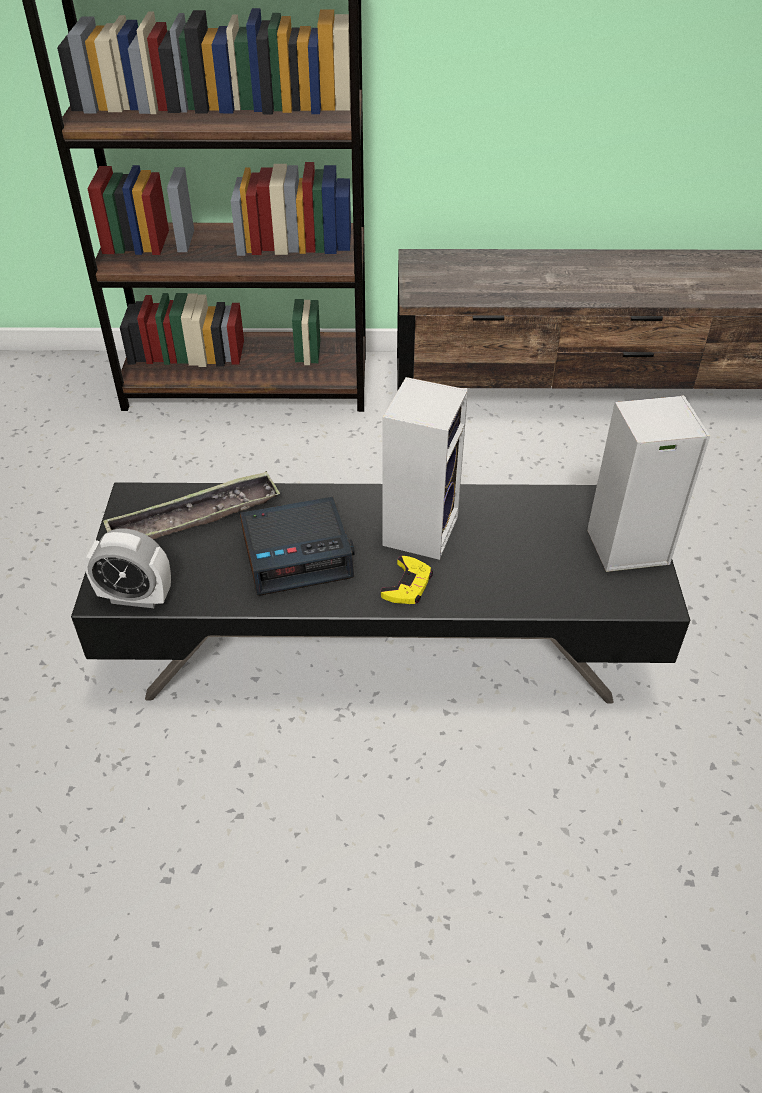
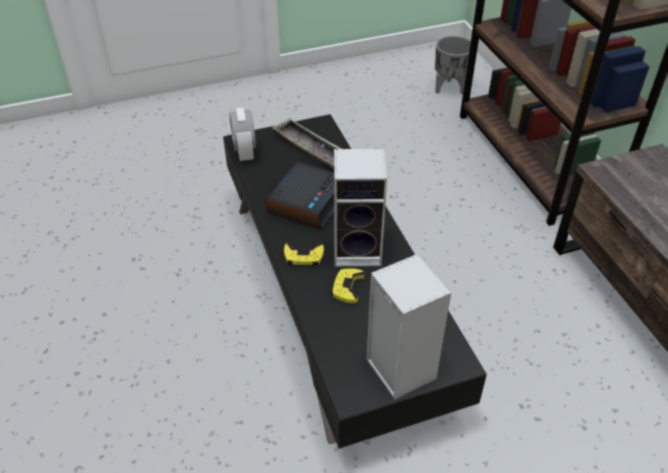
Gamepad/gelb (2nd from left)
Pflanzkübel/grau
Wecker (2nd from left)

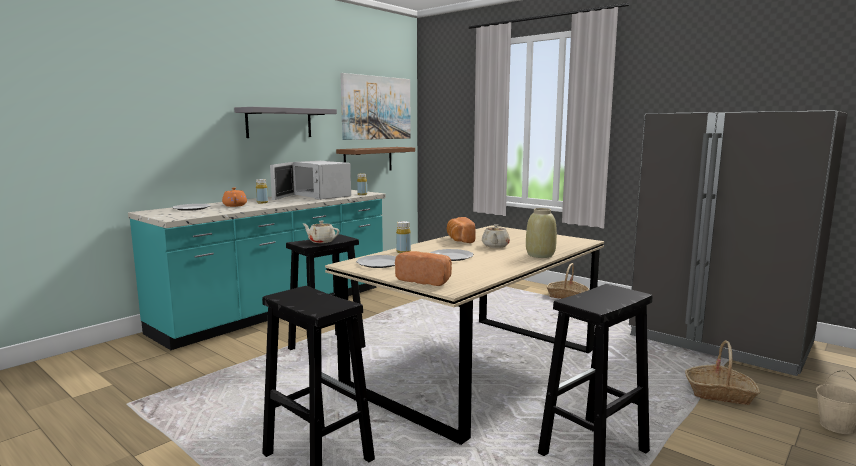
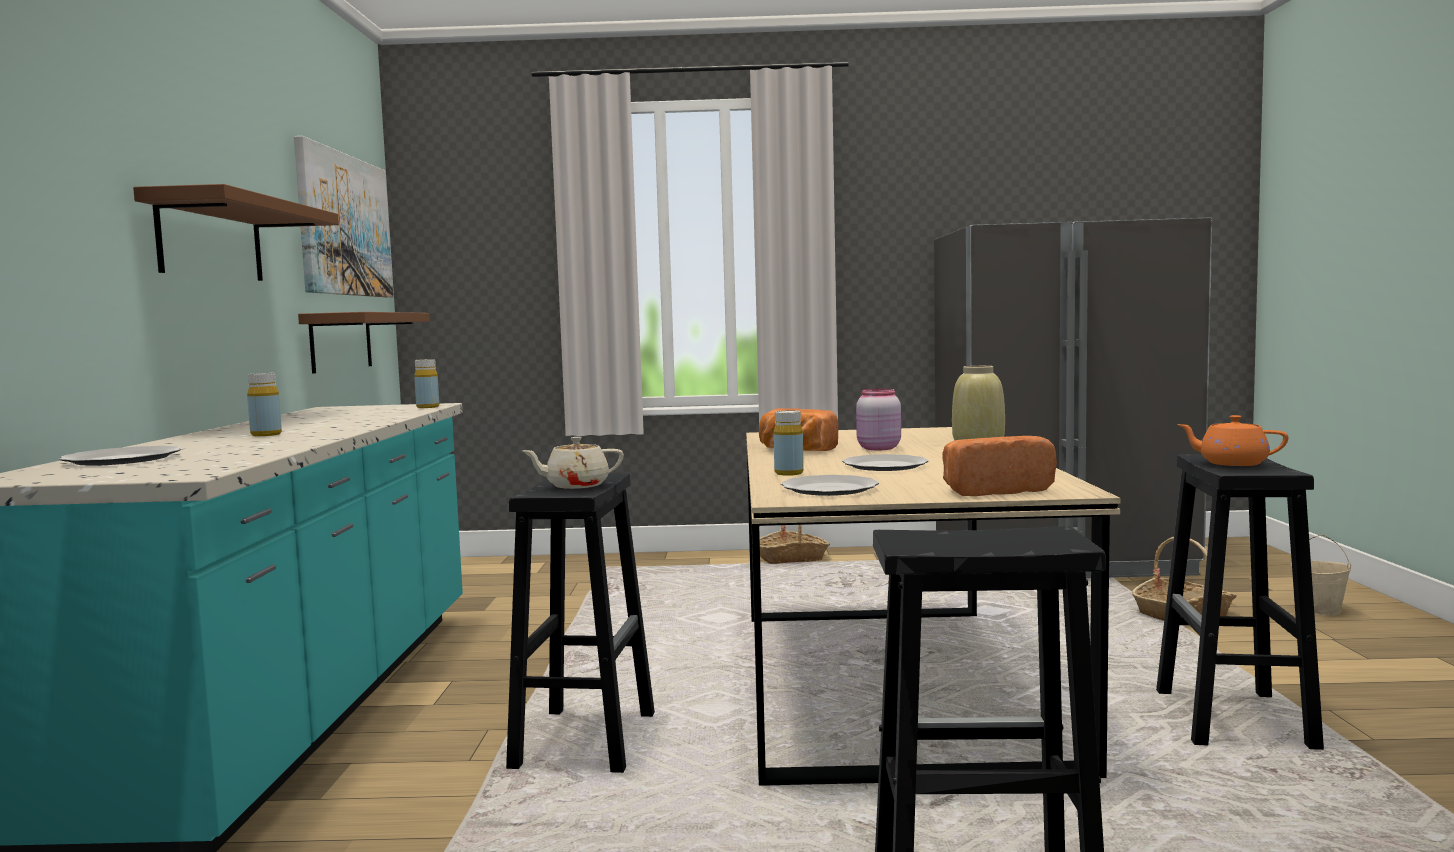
Mikrowelle/weiß
Teekanne/orange
Vorratsglas/rosa
Wandregal/braun (1st from left)

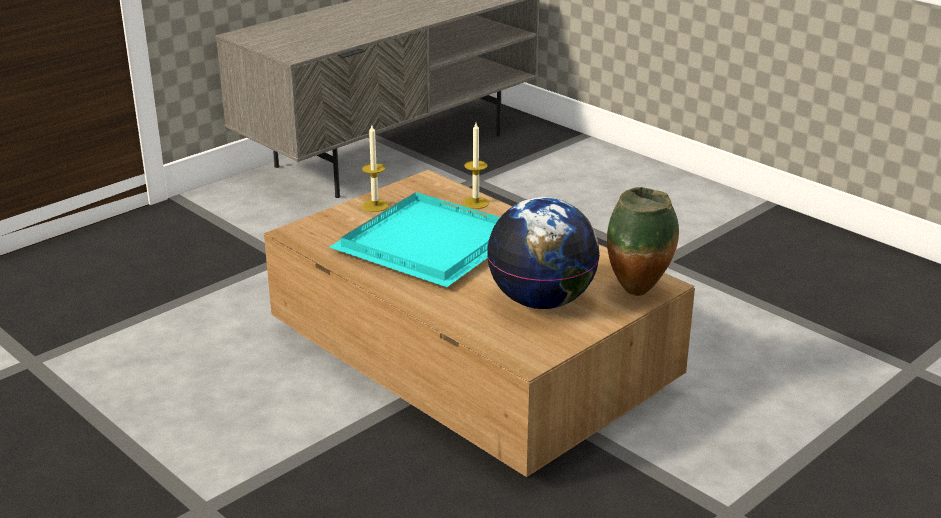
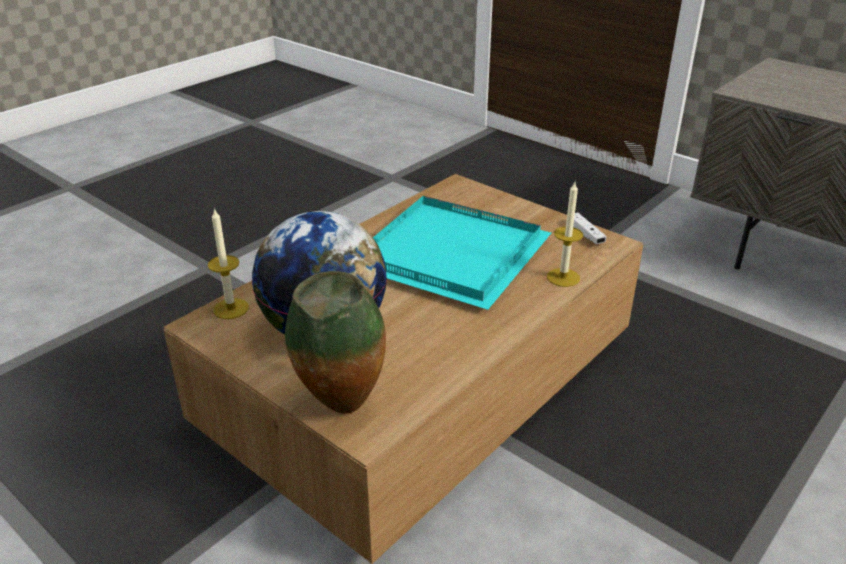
Gamepad/weiß
Kerze (1st from left)

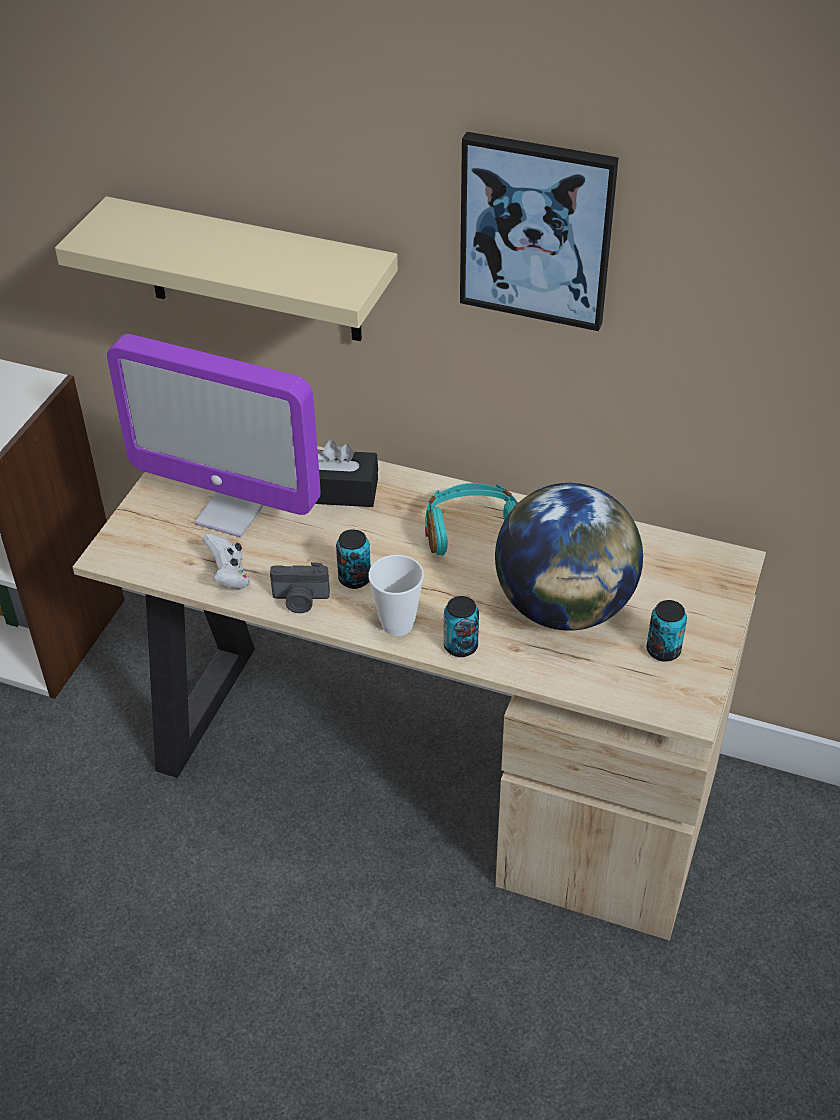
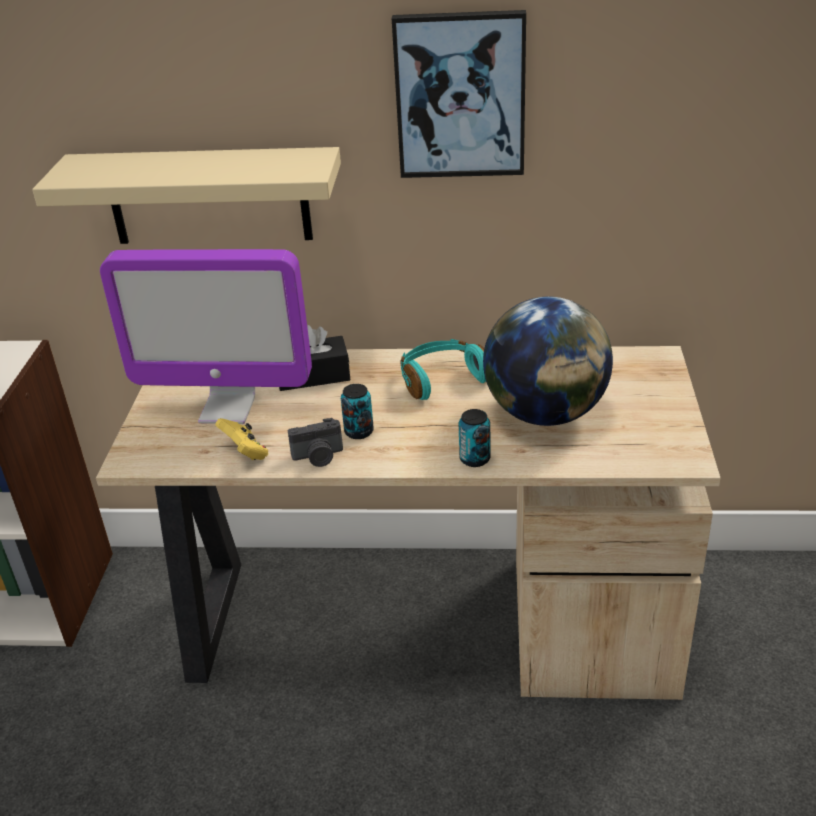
Tasse
Dose (3rd from left in the first image)
Gamepad/gelb

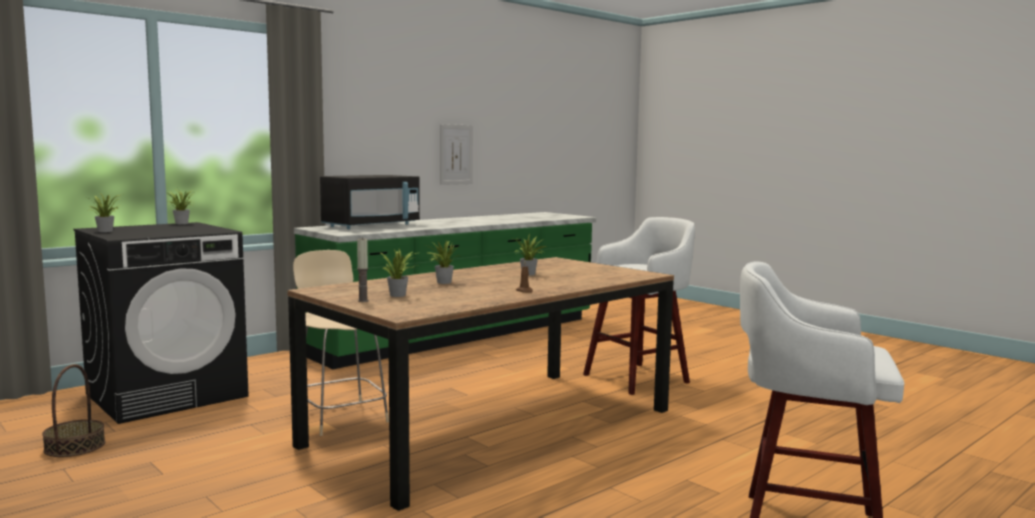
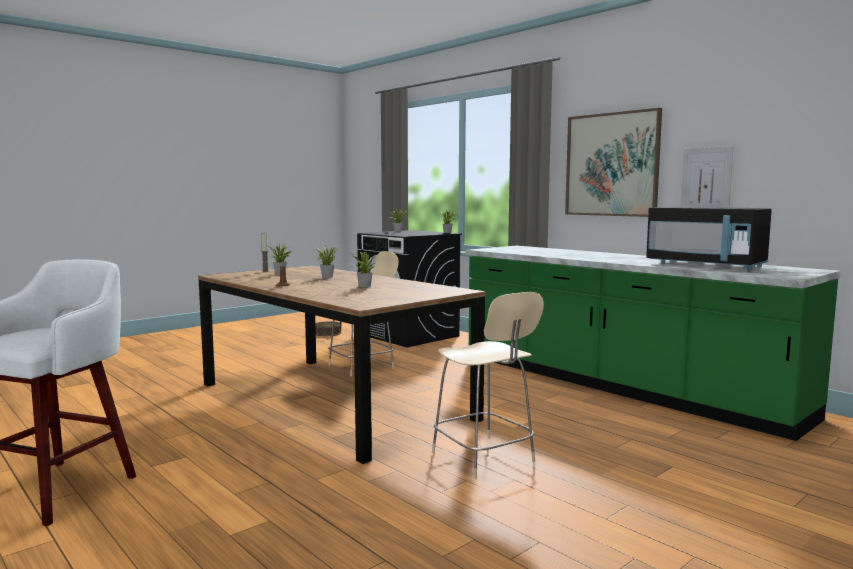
Bild (1st from left)
Mikrowelle/schwarz
Stuhl/beige (2nd from left)

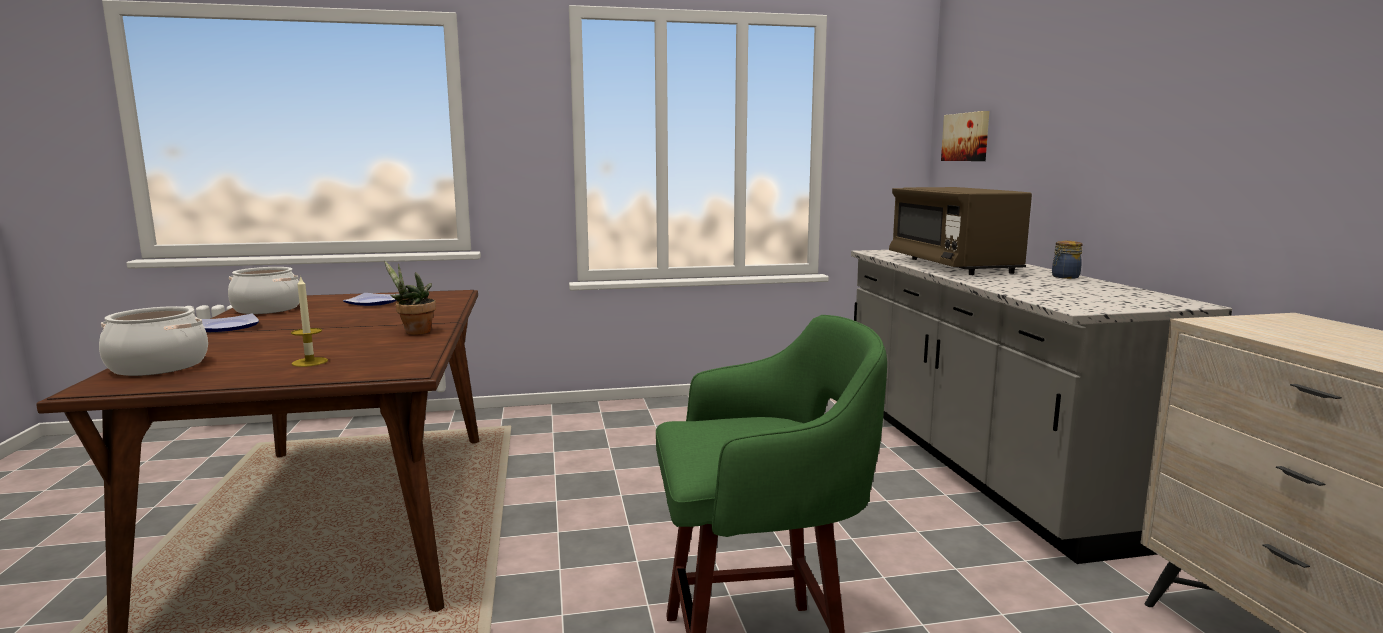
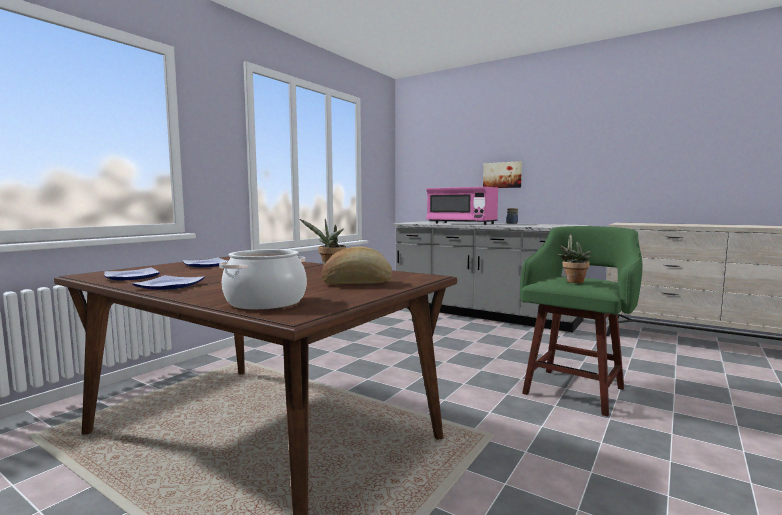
Topfpflanze (2nd from left)
Bild
Teller (1st from left)
Brot
Mikrowelle/rosa

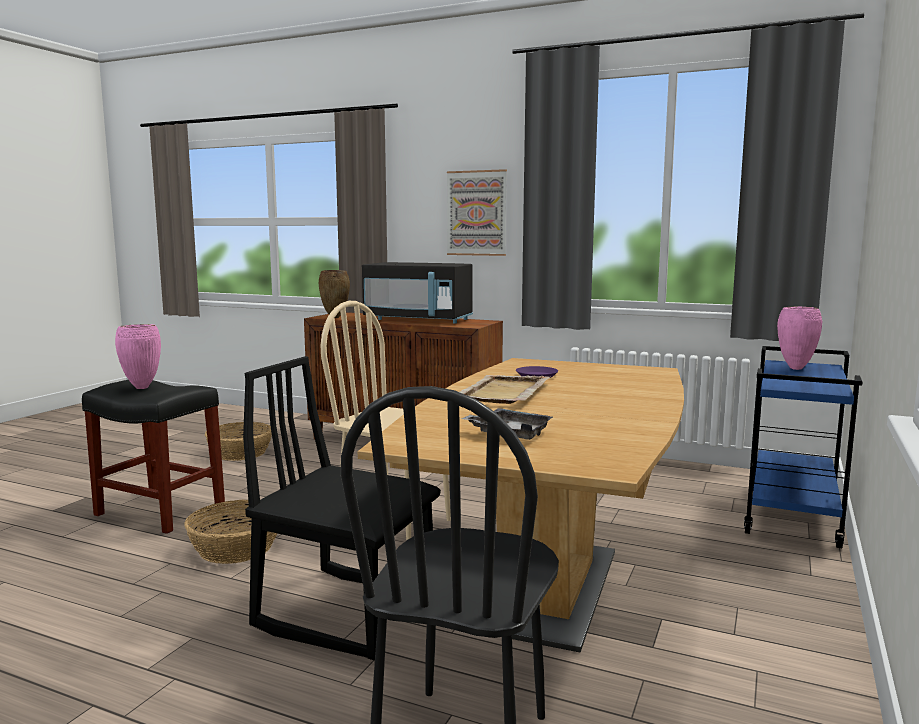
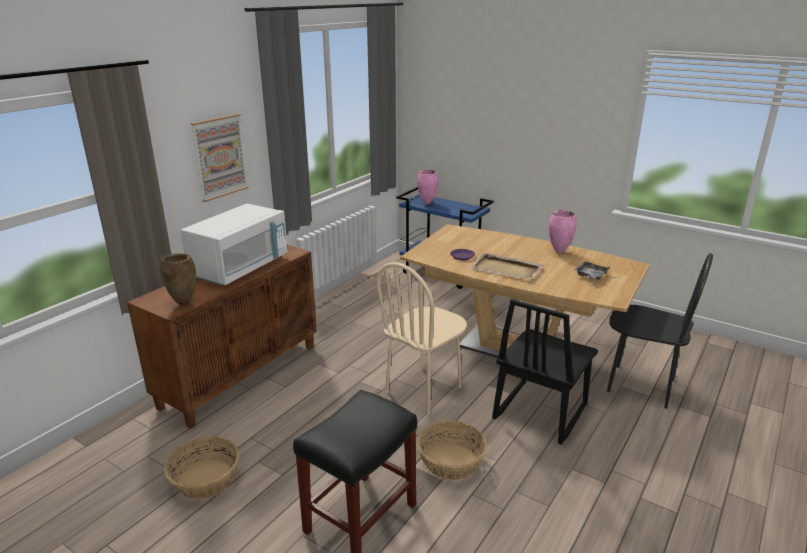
Vase/rosa (2nd from left)
Mikrowelle/weiß

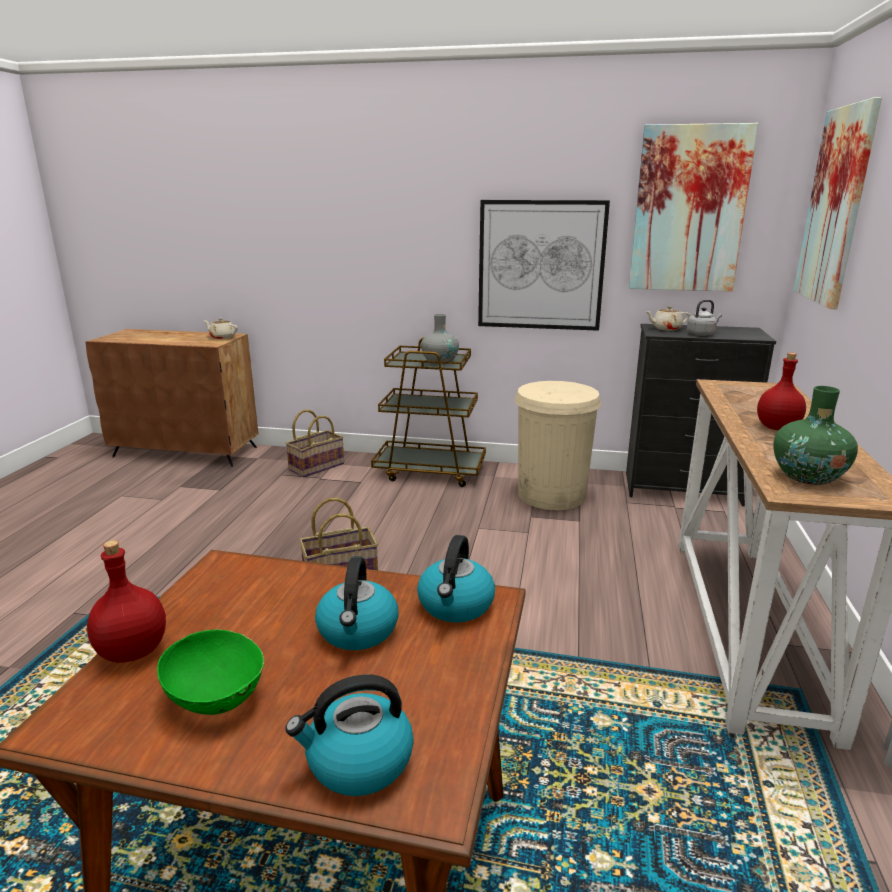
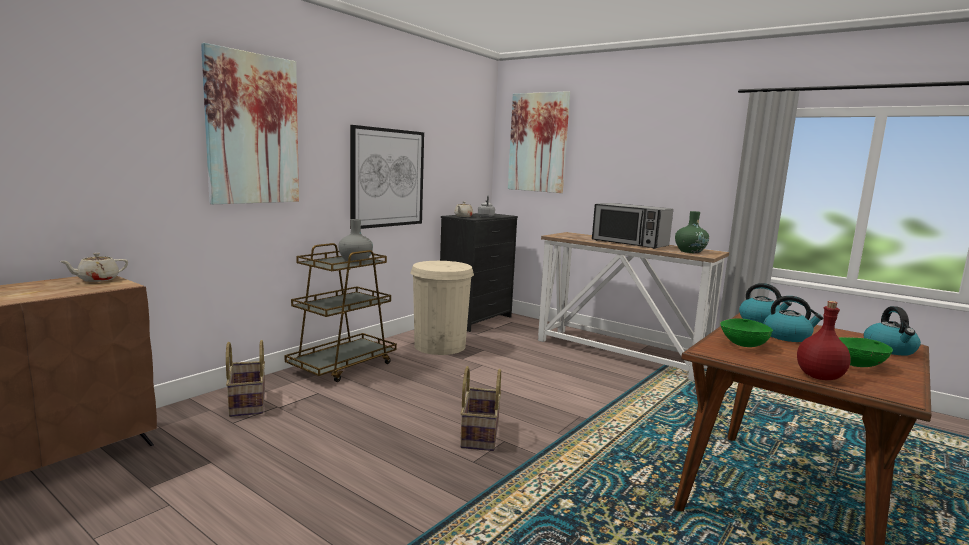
Schüssel/grün (1st from left)
Bild (1st from left)
Mikrowelle

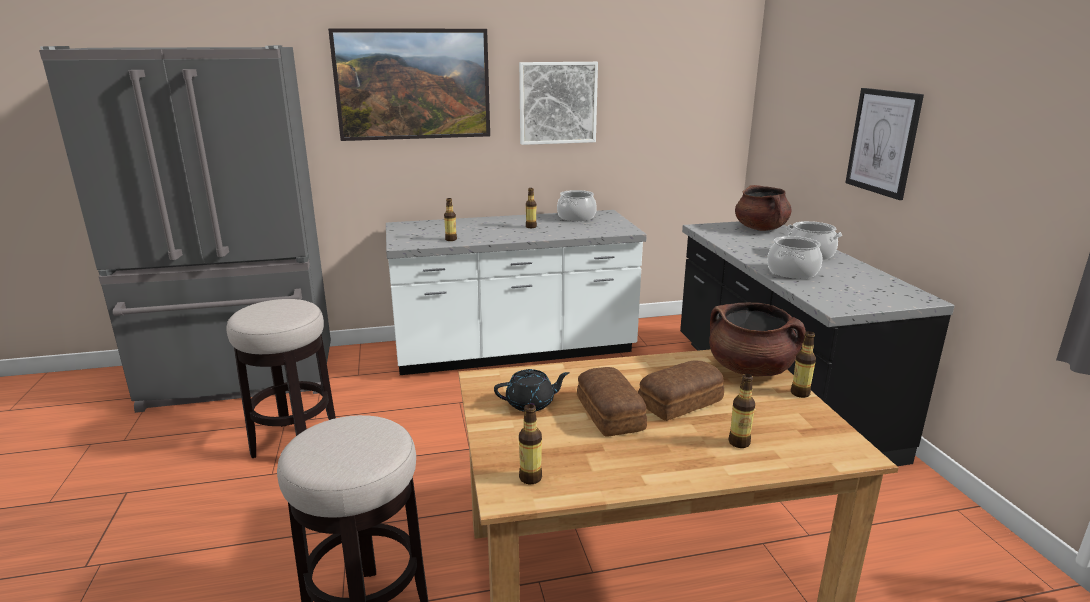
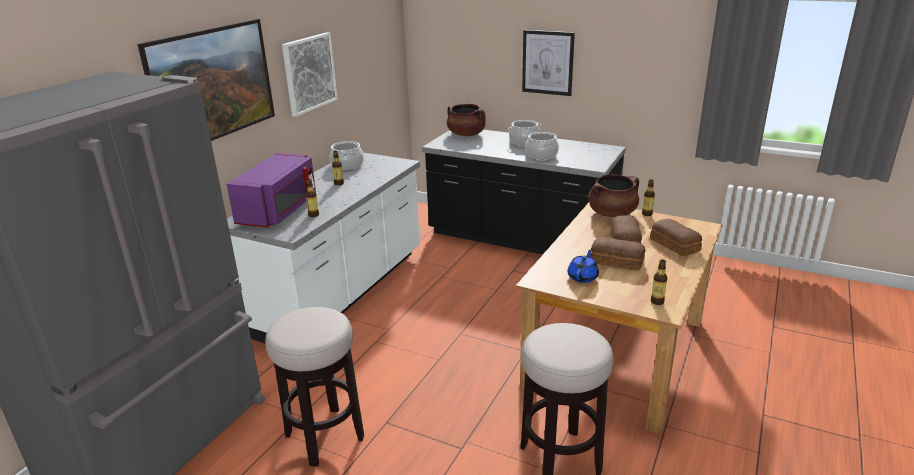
Mikrowelle/lila
Brot (3rd from left)
Teekanne/blau

